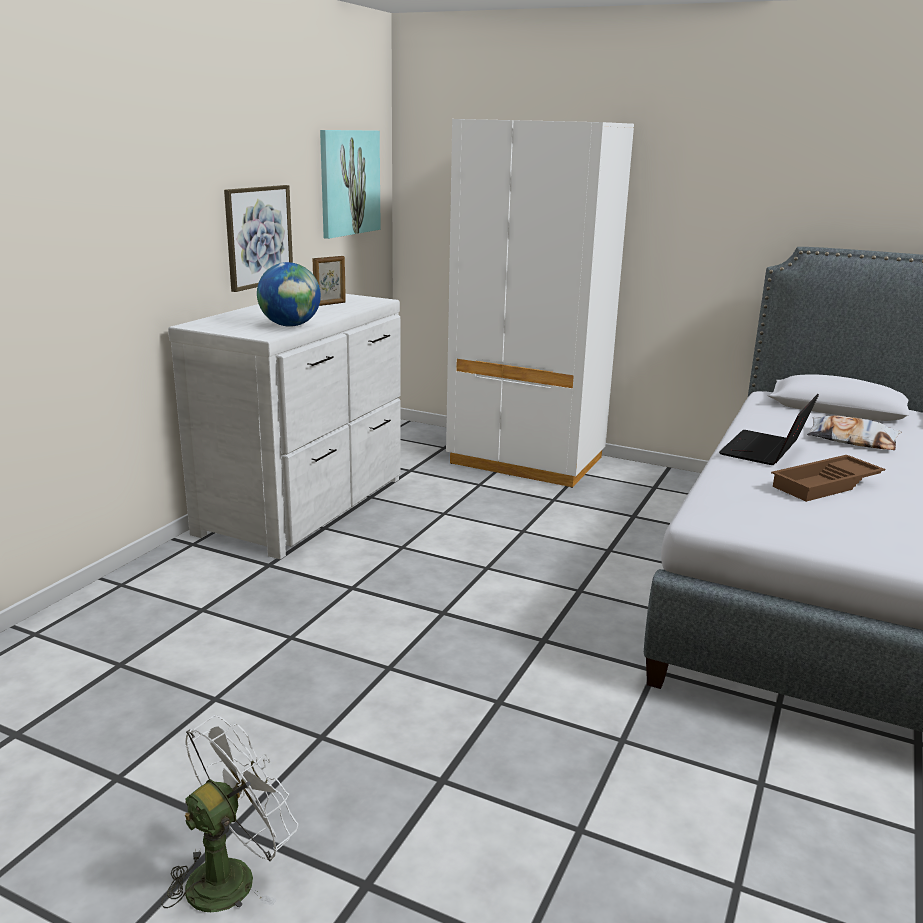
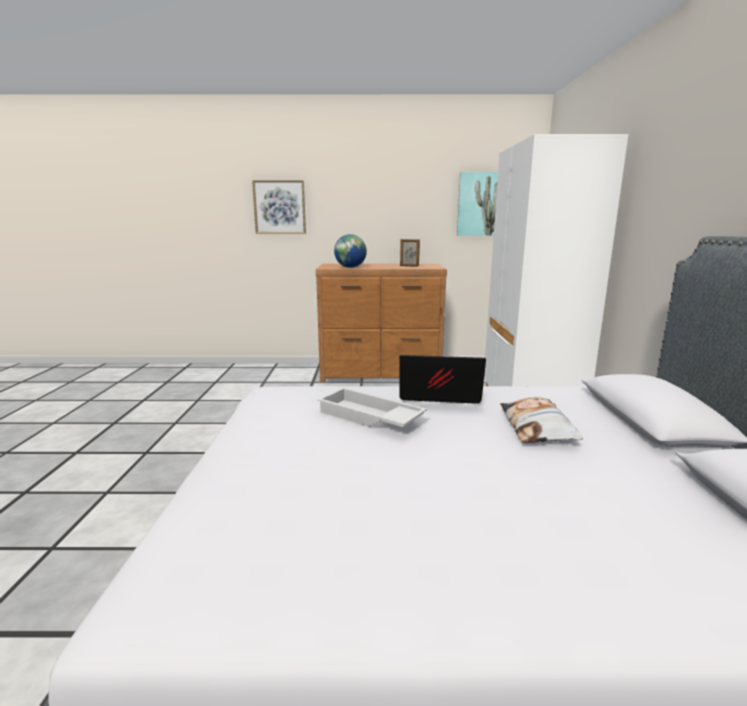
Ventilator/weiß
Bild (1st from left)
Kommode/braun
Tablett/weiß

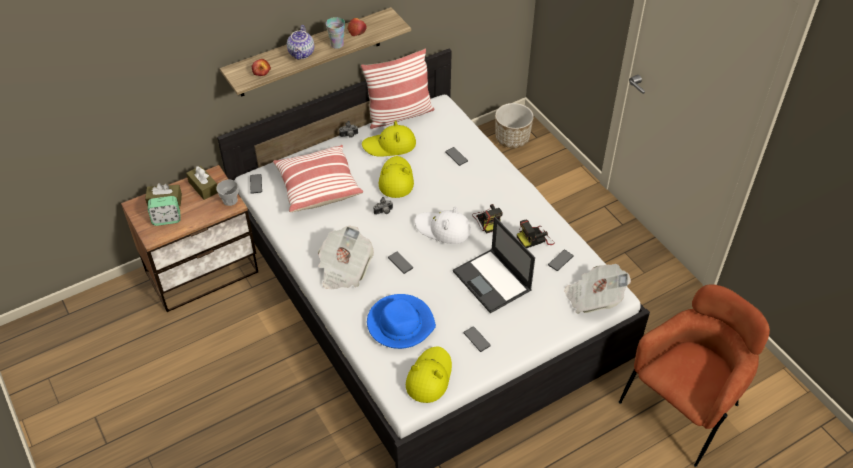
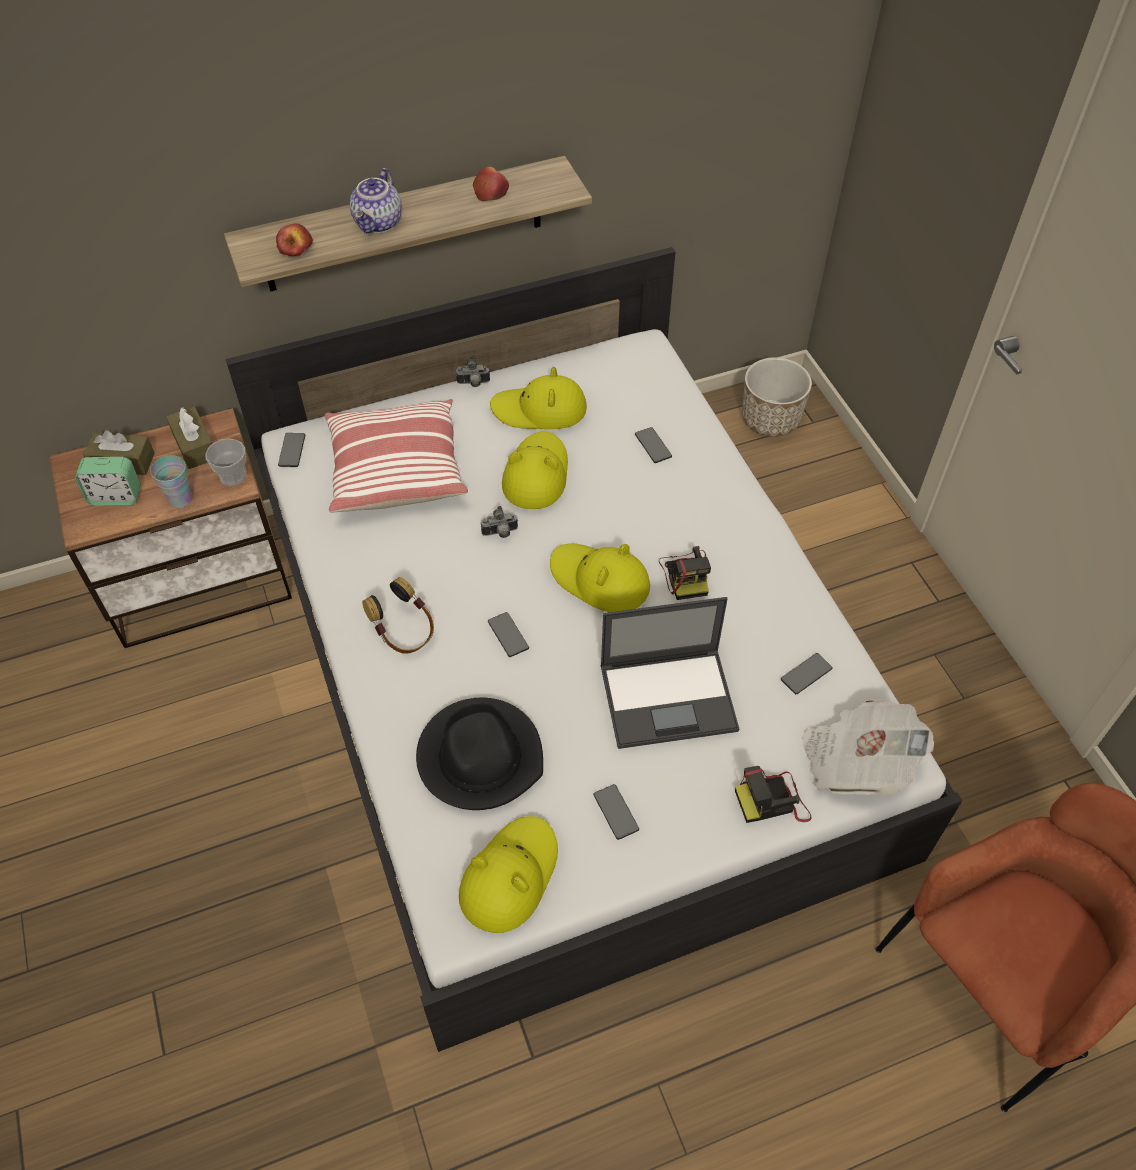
Kissen (2nd from left in the first image)
Tasse (1st from left)
Kamera (4th from left)
Kopfhörer
Hut/schwarz
Hut/gelb (4th from left)
Laptop

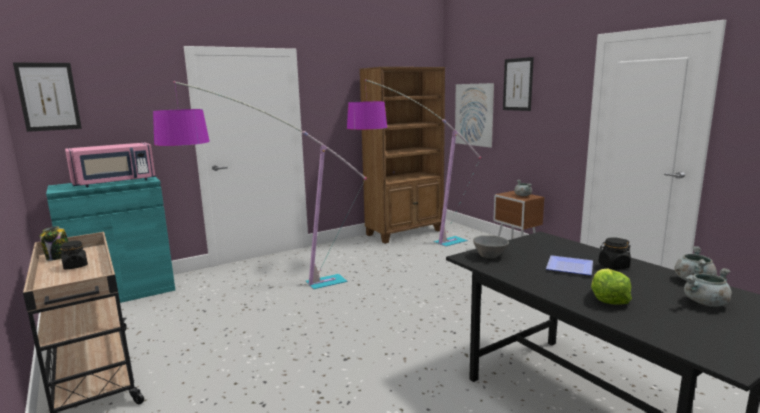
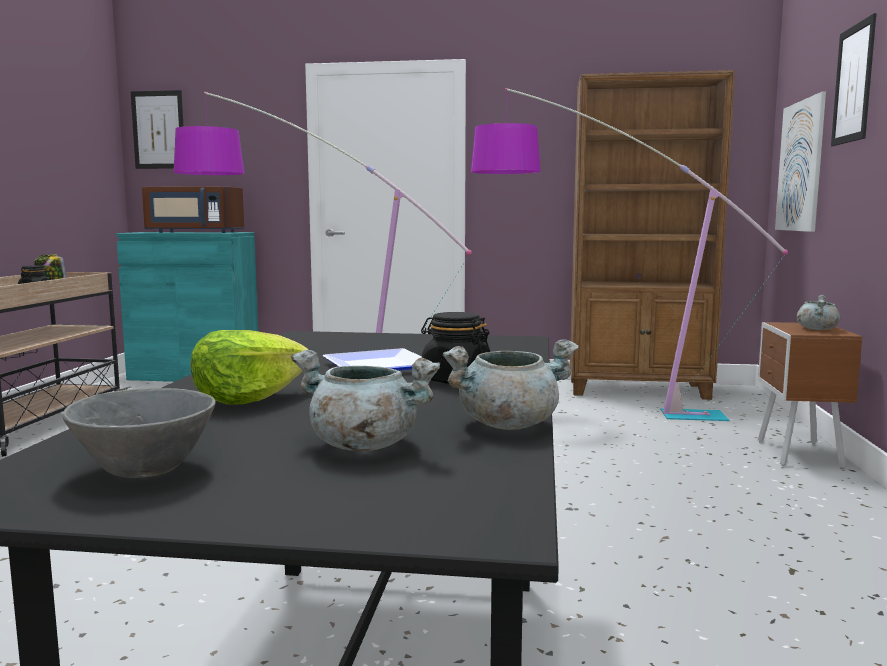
Schüssel/grau
Mikrowelle/braun

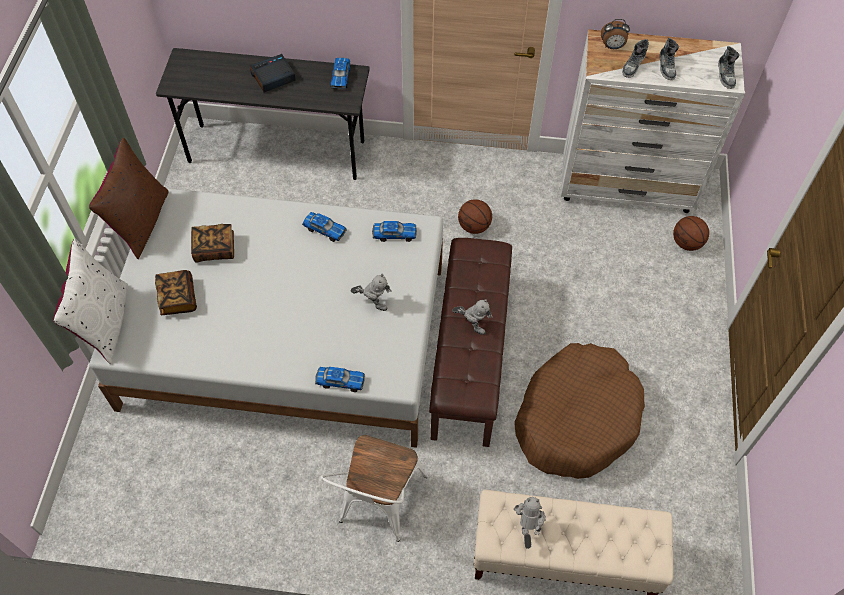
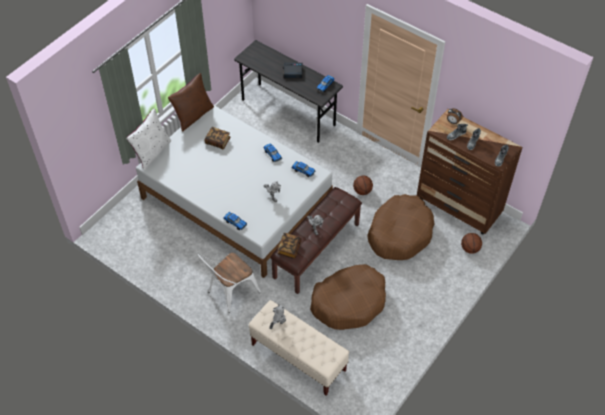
Hundebett/braun (2nd from left)
Buch (2nd from left)
Kommode/braun

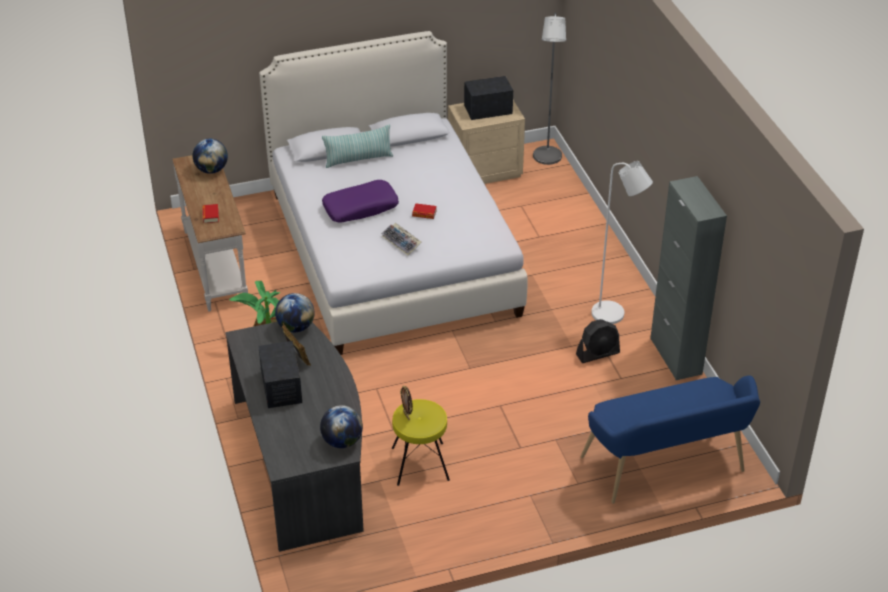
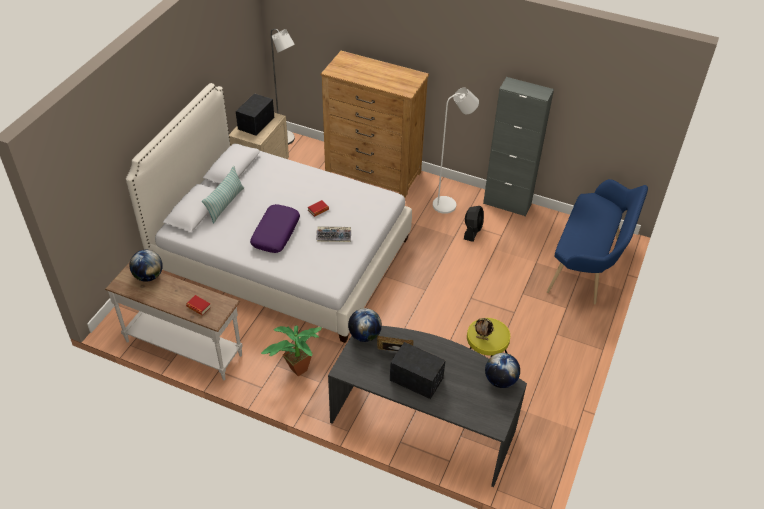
Kommode/braun

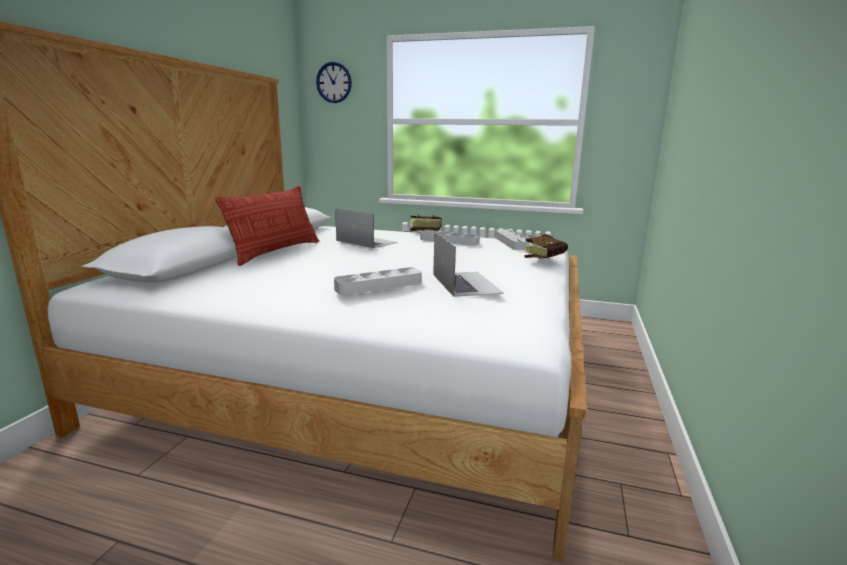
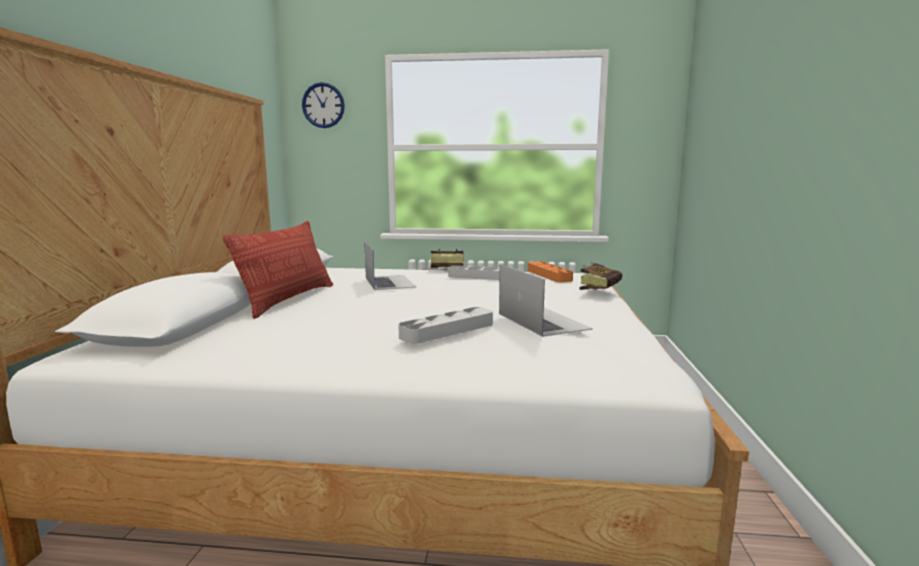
Tablett/orange
Laptop (1st from left)

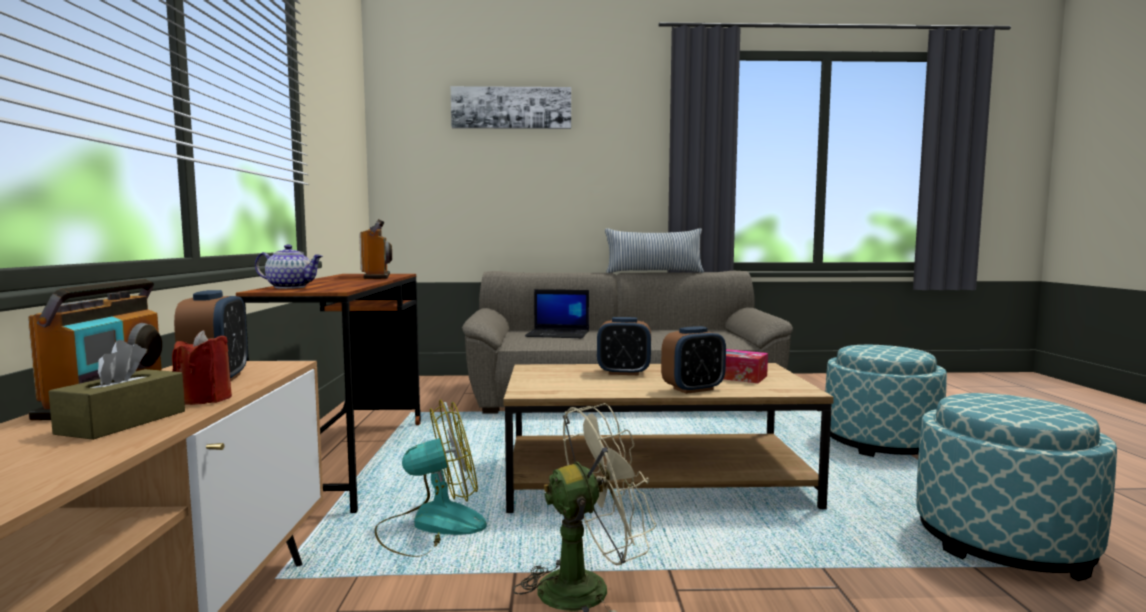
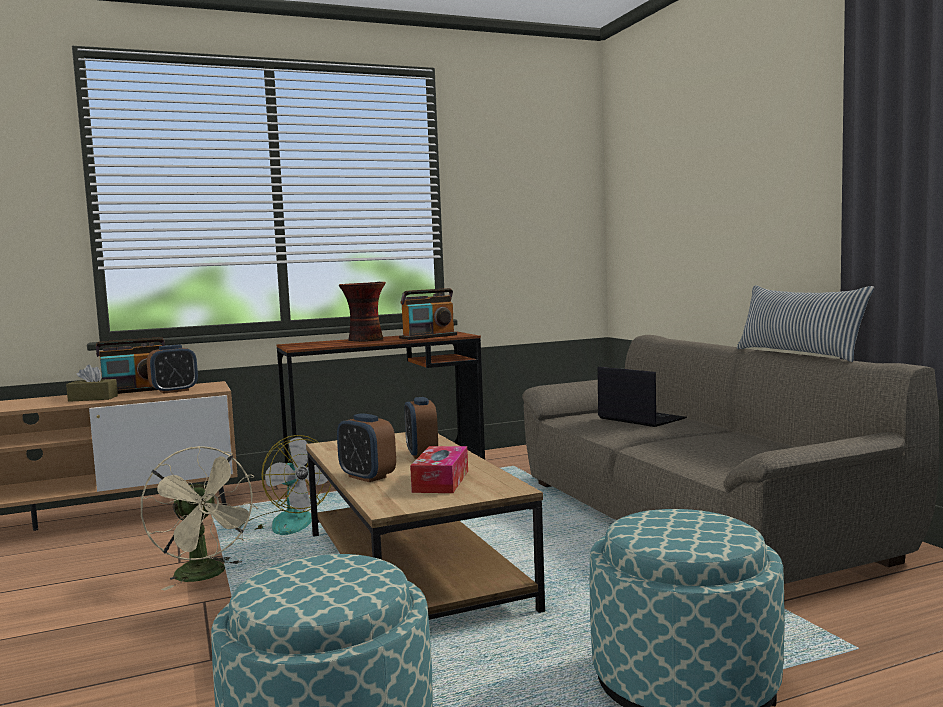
Kerze/rot
Teekanne
Bild
Vase
Laptop

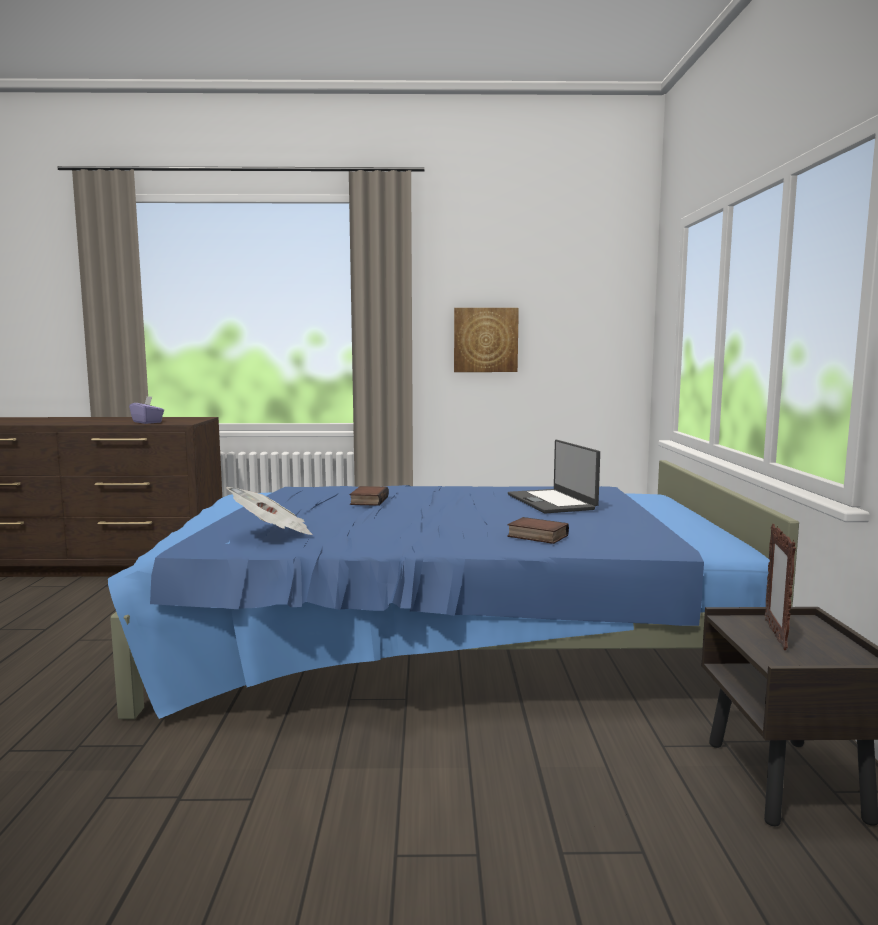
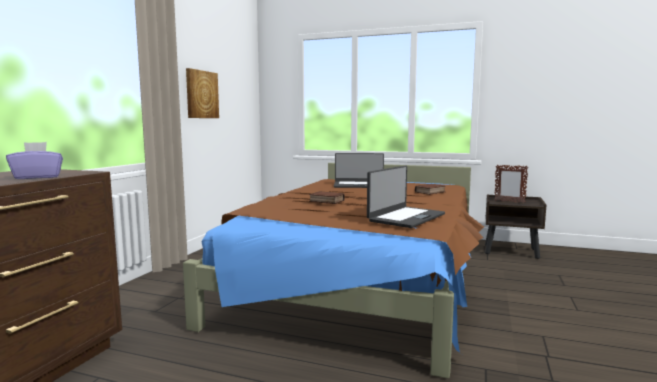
Laptop (2nd from left)
Bett/braun

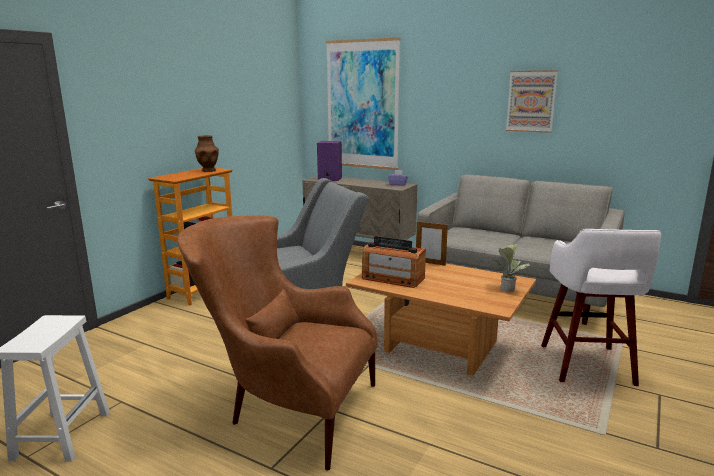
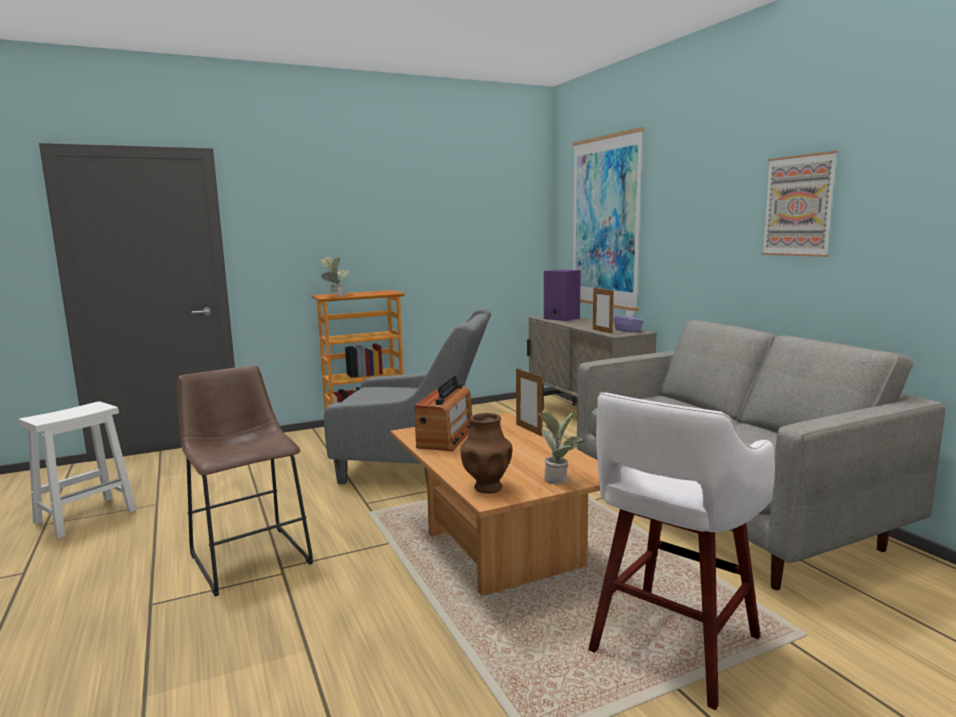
Topfpflanze (1st from left)
Bilderrahmen (2nd from left)
Vase/braun
Hocker/braun
Radio

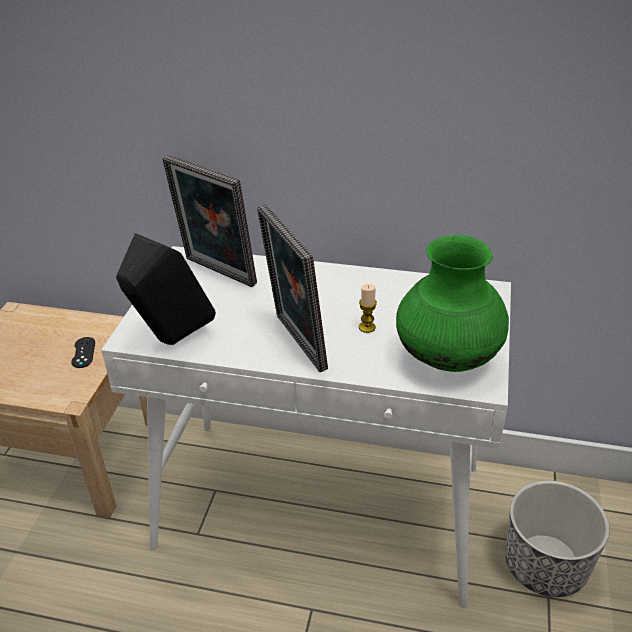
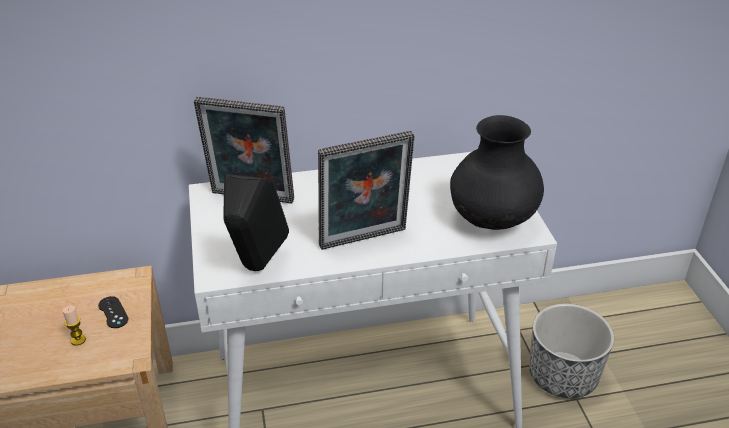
Kerze
Vase/schwarz
Bilderrahmen (2nd from left)

